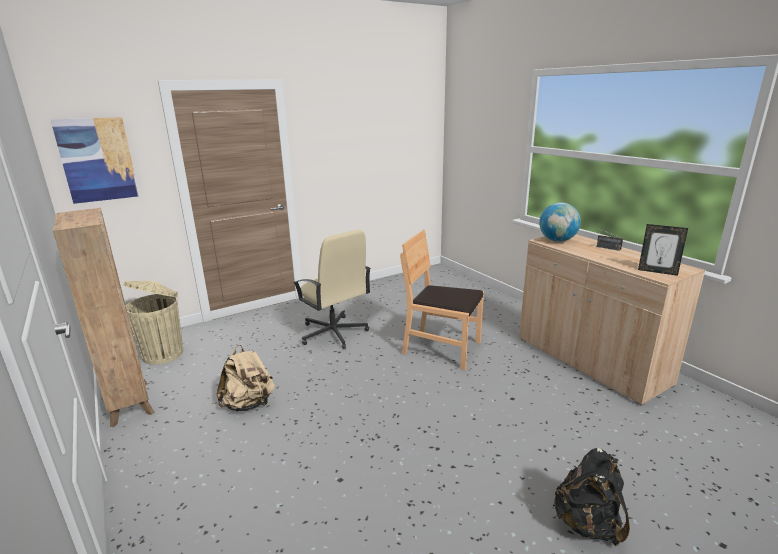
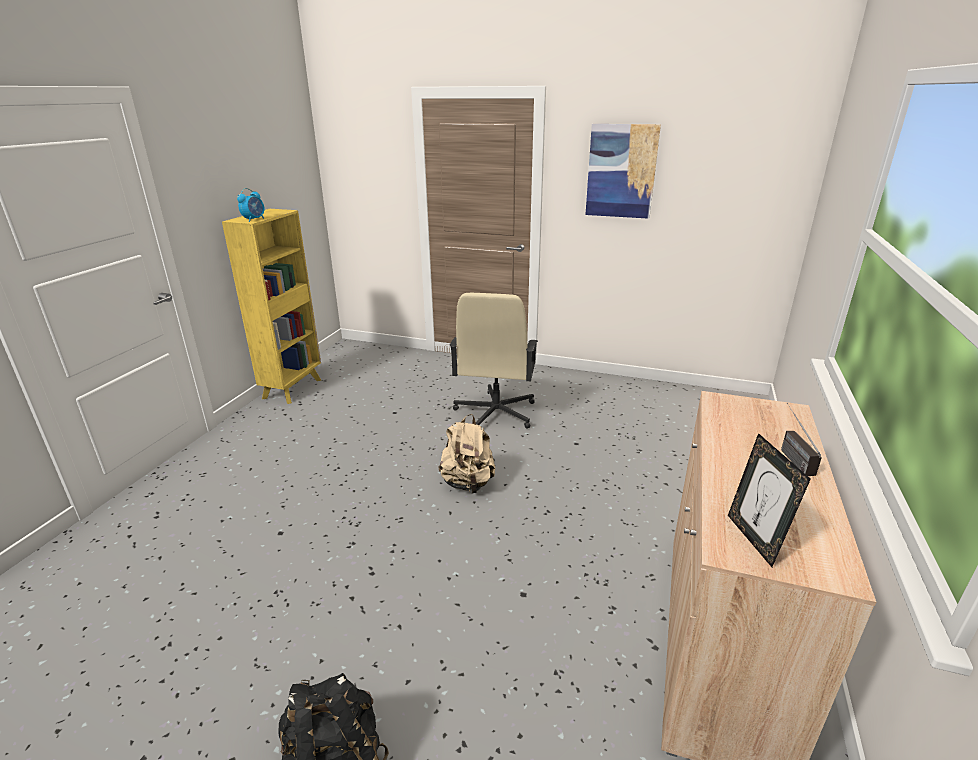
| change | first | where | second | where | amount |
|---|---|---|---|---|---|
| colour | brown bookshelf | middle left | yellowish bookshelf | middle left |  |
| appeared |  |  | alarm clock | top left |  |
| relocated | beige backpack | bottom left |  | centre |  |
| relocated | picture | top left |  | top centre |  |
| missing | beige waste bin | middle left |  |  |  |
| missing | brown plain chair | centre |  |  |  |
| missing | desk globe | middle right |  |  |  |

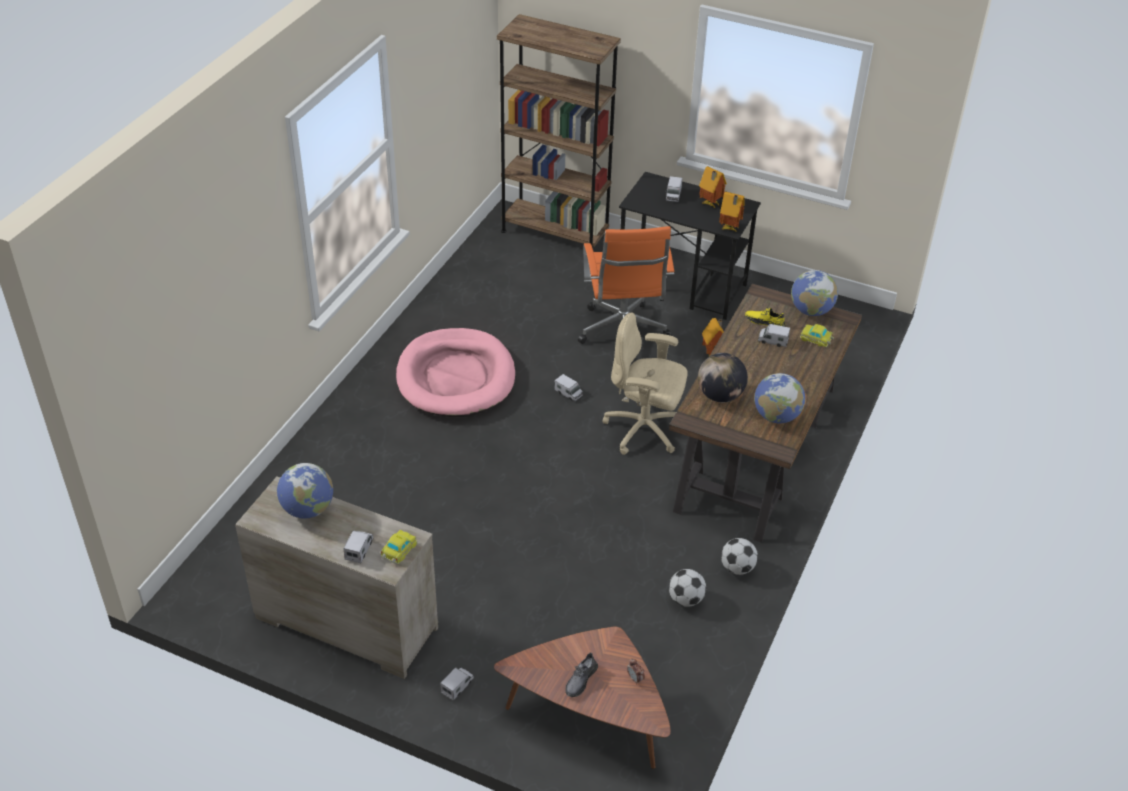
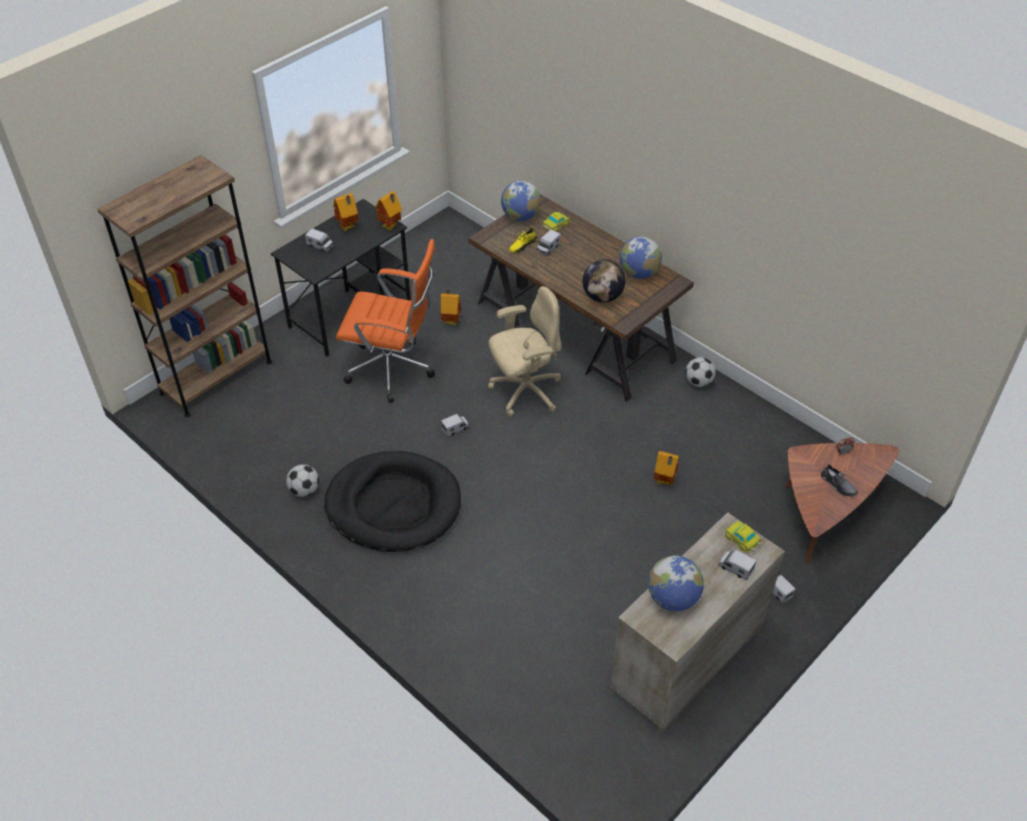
| change | first | where | second | where | amount |
|---|---|---|---|---|---|
| relocated | football ball (no. 1 from left) | bottom centre |  | middle left |  |
| colour | pinkish dog cushion | centre | blackish dog cushion | centre |  |
| spun | beige computer chair | centre |  | centre | 150 degrees counterclockwise |
| appeared |  |  | toy house (no. 4 from left) | centre |  |

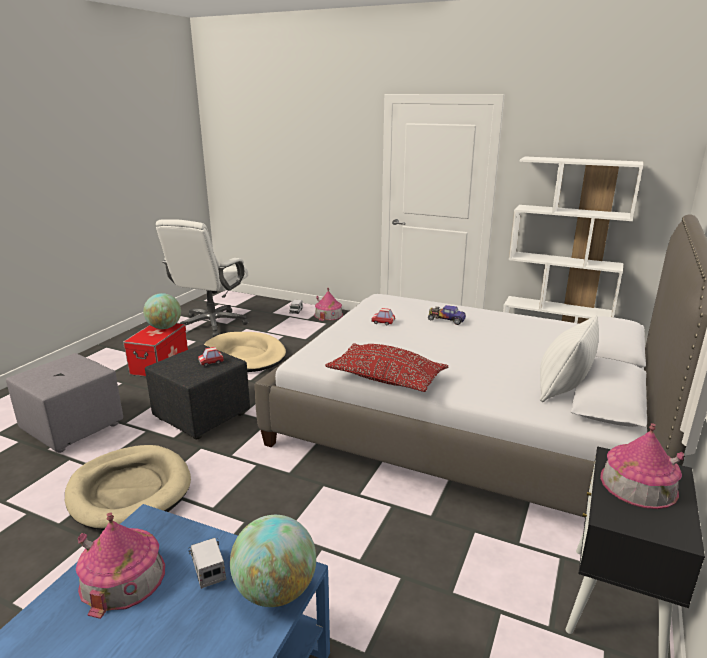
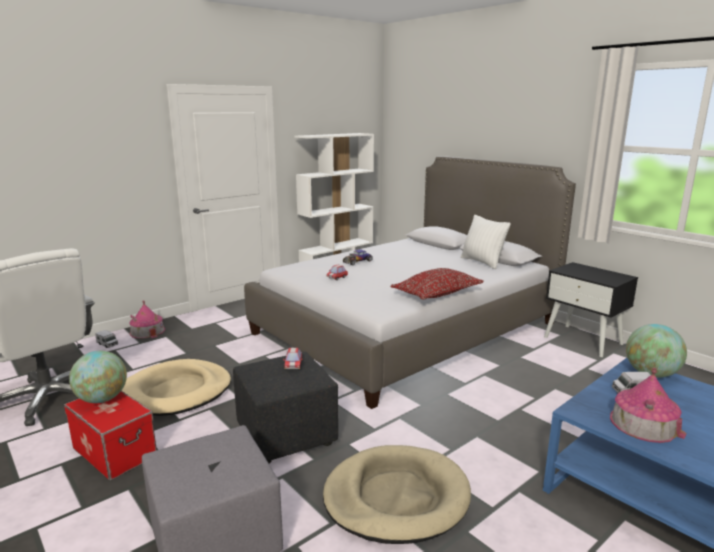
| change | first | where | second | where | amount |
|---|---|---|---|---|---|
| missing | toy house (no. 3 from left) | bottom right |  |  |  |

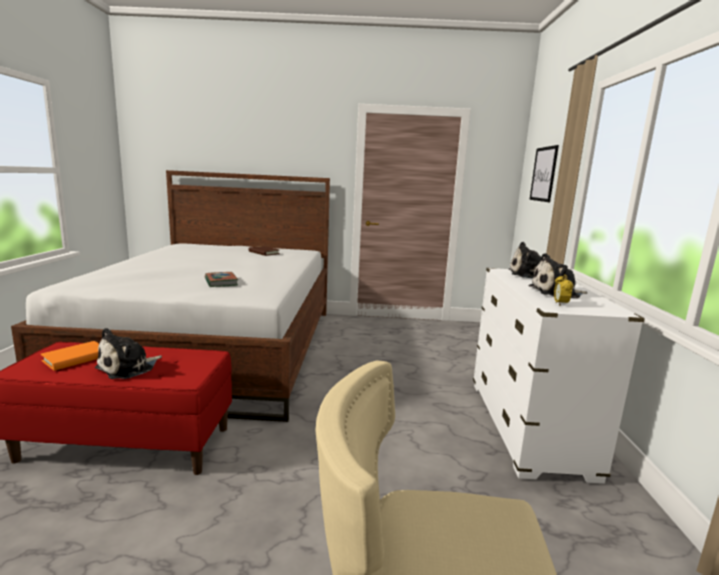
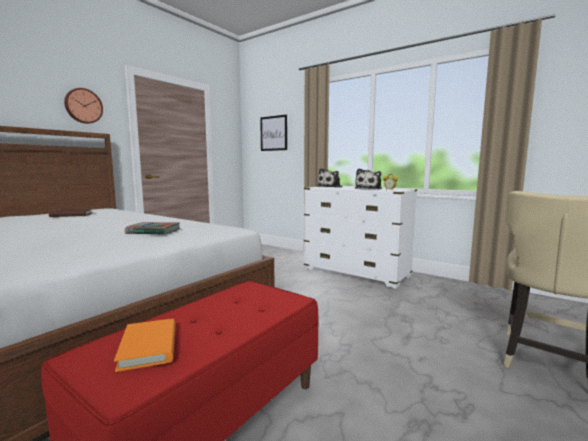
| change | first | where | second | where | amount |
|---|---|---|---|---|---|
| appeared |  |  | clock on the wall | top left |  |
| missing | plush toy (no. 1 from left) | middle left |  |  |  |

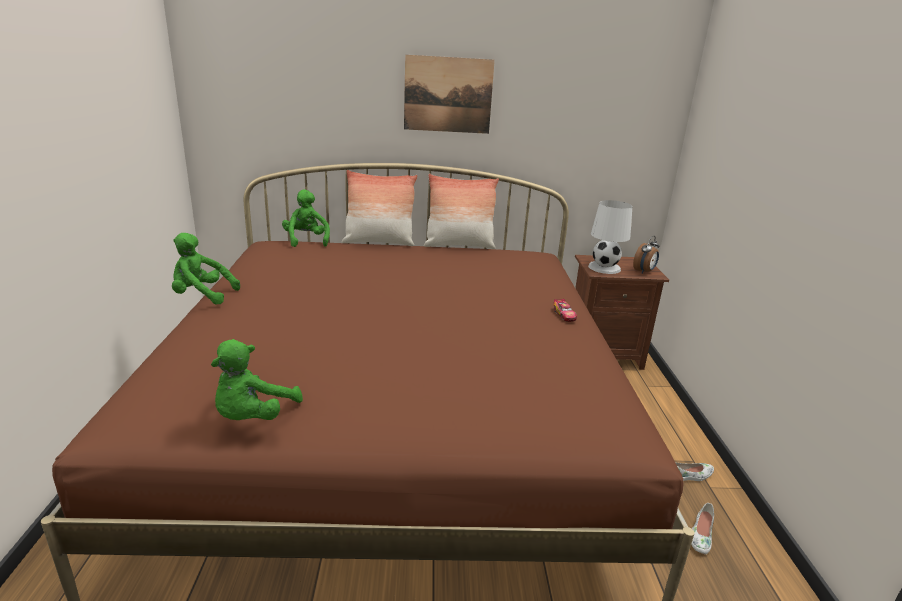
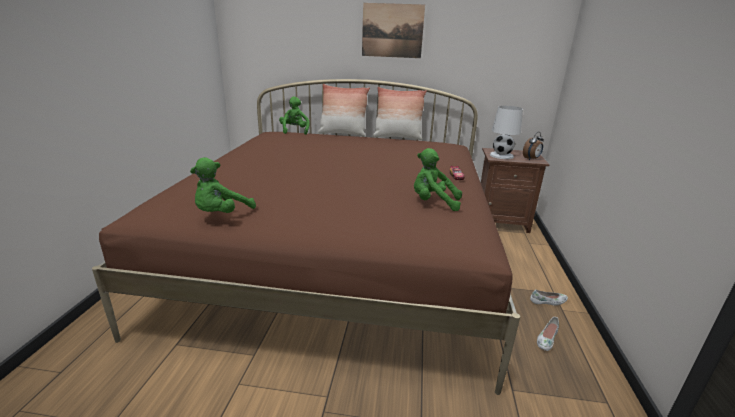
| change | first | where | second | where | amount |
|---|---|---|---|---|---|
| relocated | green-coloured plush toy (no. 1 from left in the first image) | middle left | green-coloured plush toy (no. 3 from left) | centre |  |

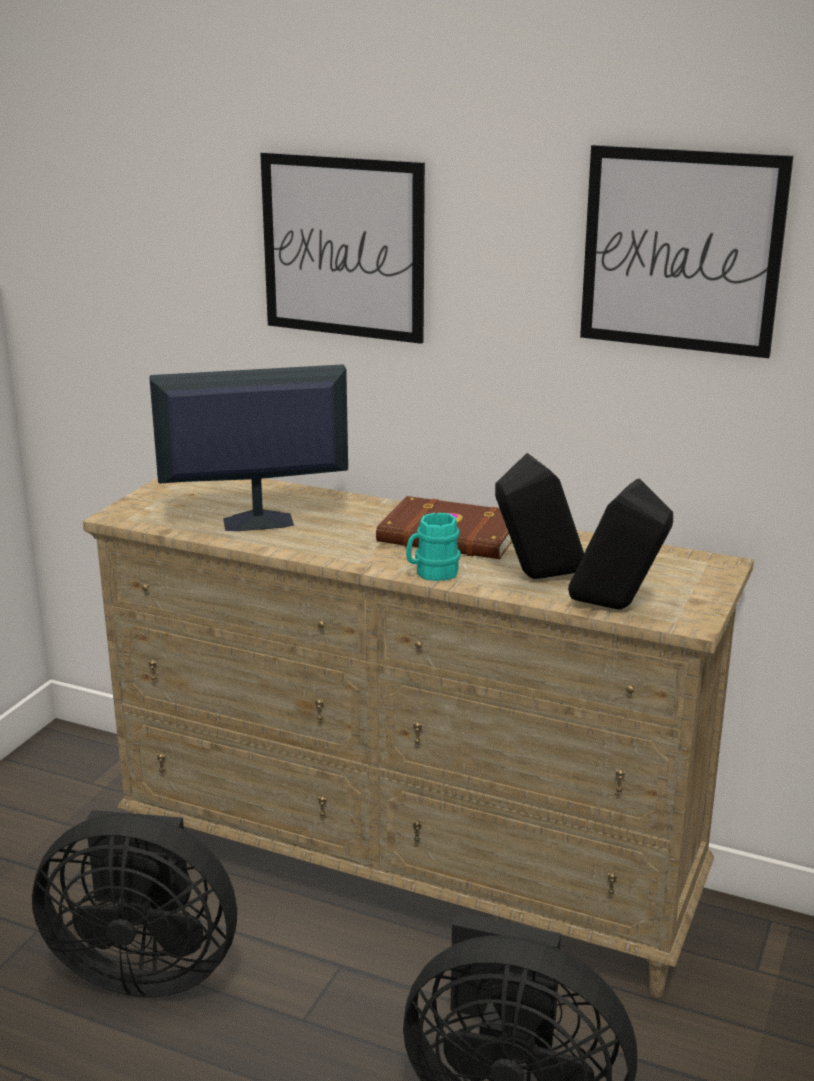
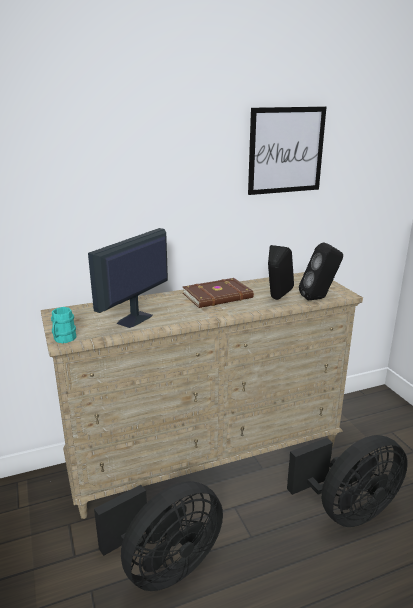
| change | first | where | second | where | amount |
|---|---|---|---|---|---|
| relocated | blue-green tea mug | centre |  | middle left |  |
| missing | picture (no. 1 from left) | top centre |  |  |  |

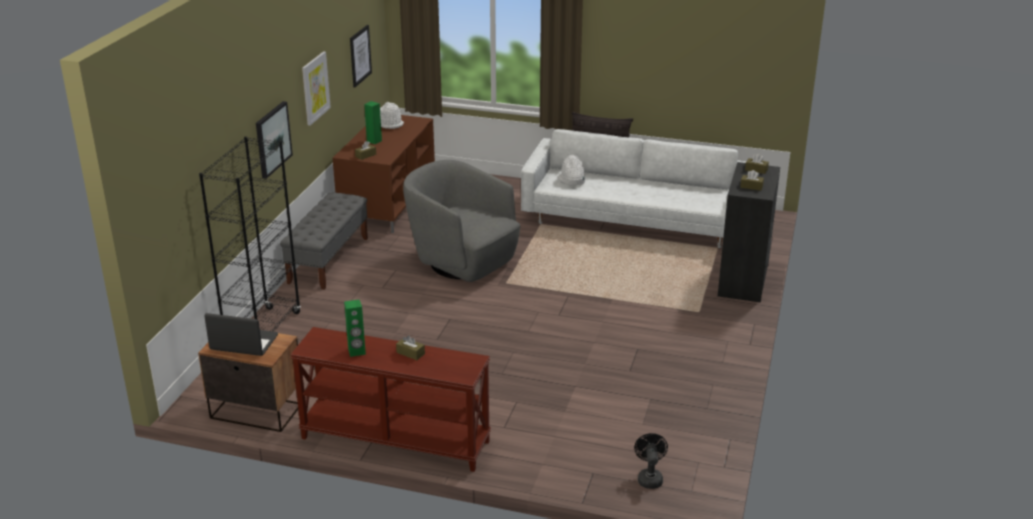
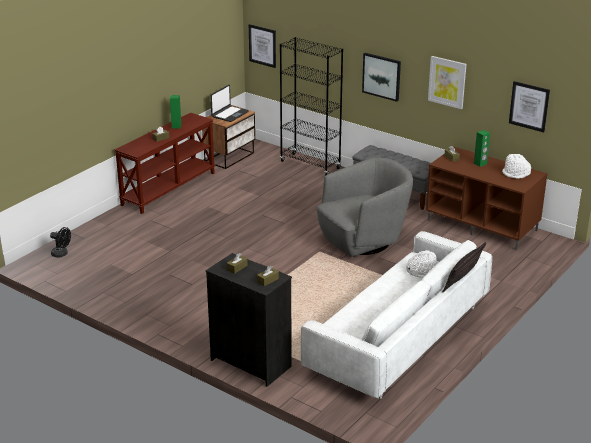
| change | first | where | second | where | amount |
|---|---|---|---|---|---|
| appeared |  |  | picture (no. 1 from left) | top centre |  |

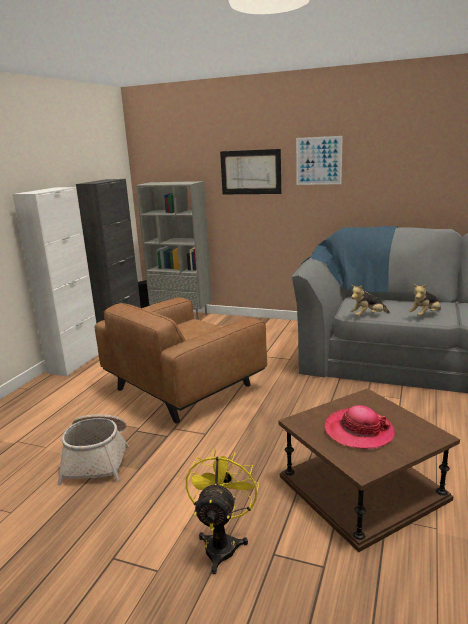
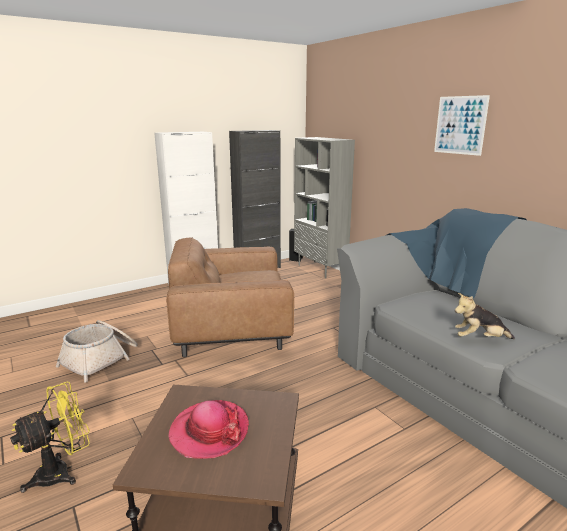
| change | first | where | second | where | amount |
|---|---|---|---|---|---|
| missing | picture (no. 1 from left) | top centre |  |  |  |
| missing | plush toy (no. 1 from left) | middle right |  |  |  |

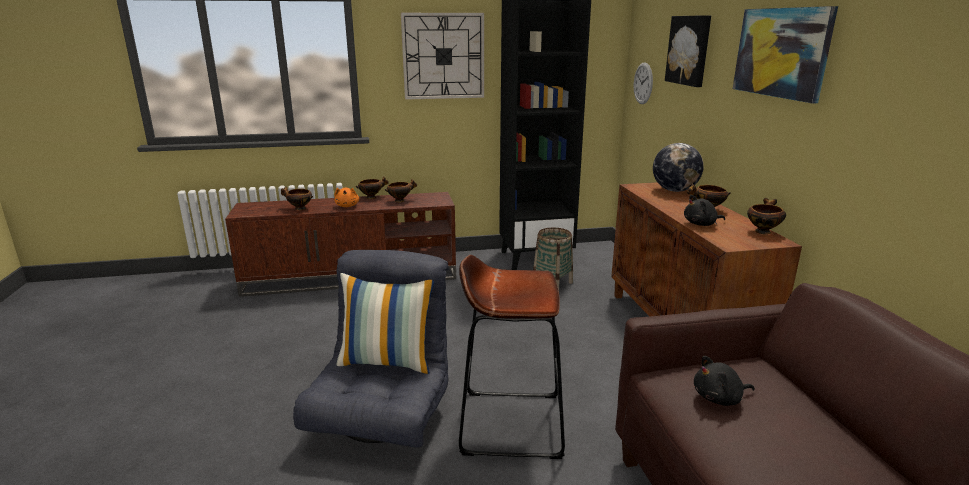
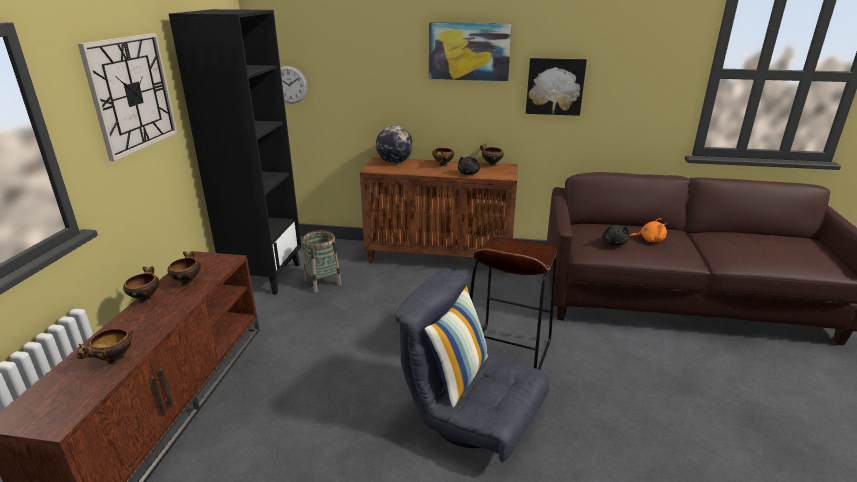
| change | first | where | second | where | amount |
|---|---|---|---|---|---|
| relocated | picture (no. 1 from left in the first image) | top right | picture (no. 2 from left) | top centre |  |
| relocated | orange plush toy | centre |  | middle right |  |

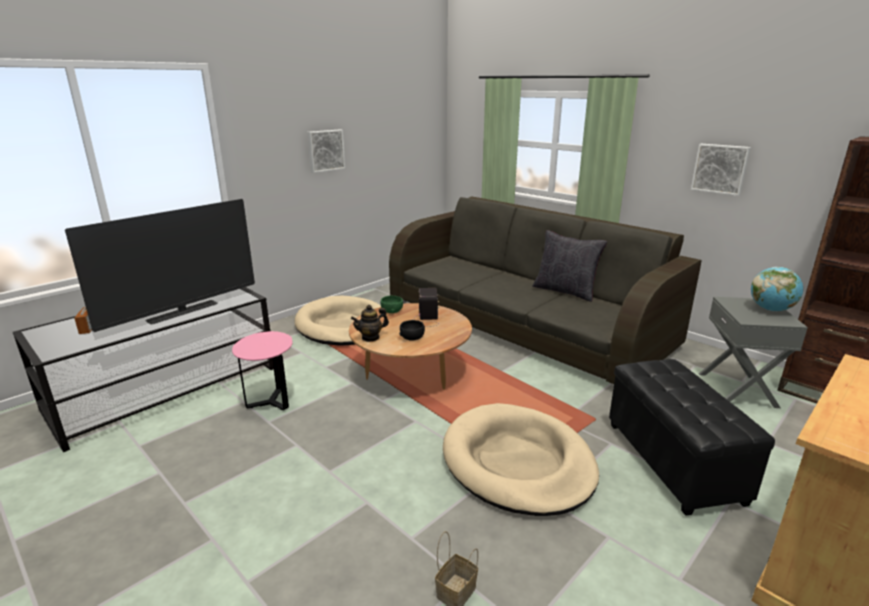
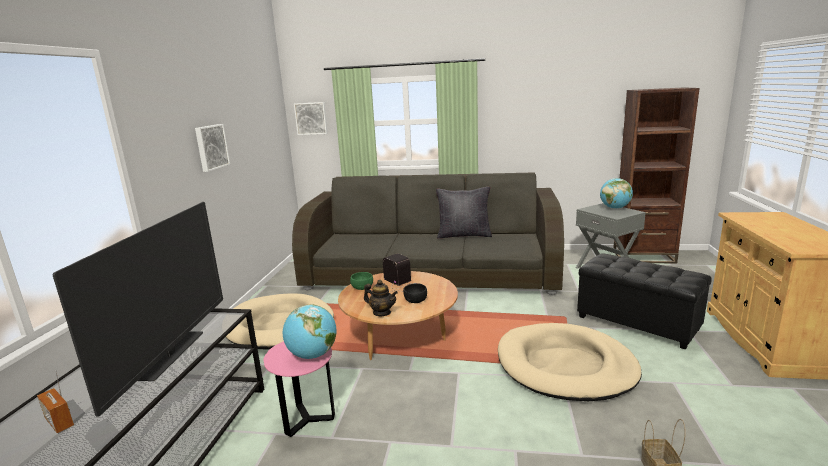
| change | first | where | second | where | amount |
|---|---|---|---|---|---|
| appeared |  |  | desk globe (no. 1 from left) | bottom centre |  |
| relocated | picture (no. 2 from left) | top right |  | top centre |  |
| spun | teapot | centre |  | centre | 90 degrees counterclockwise |

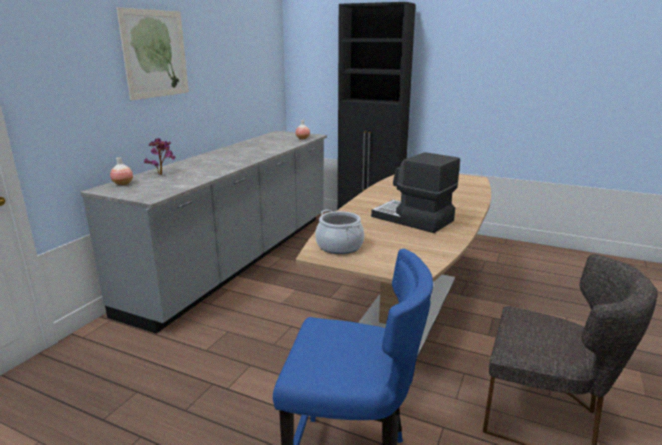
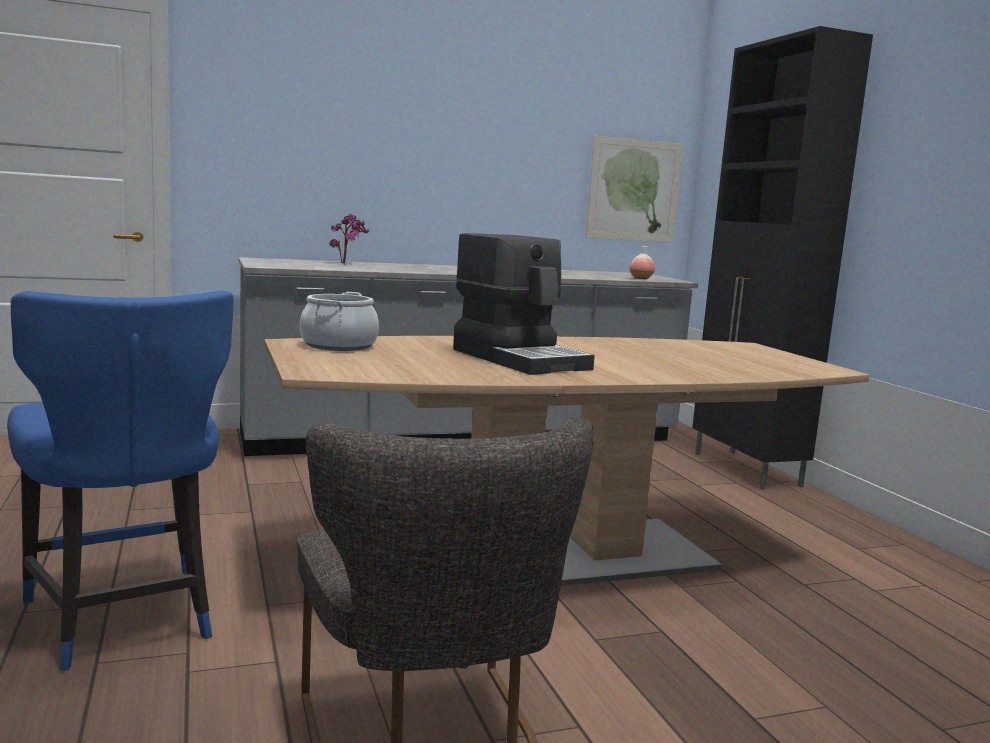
| change | first | where | second | where | amount |
|---|---|---|---|---|---|
| spun | coffee machine | centre |  | centre | 150 degrees clockwise |
| relocated | picture | top left |  | top centre |  |
| missing | vase (no. 1 from left) | middle left |  |  |  |

